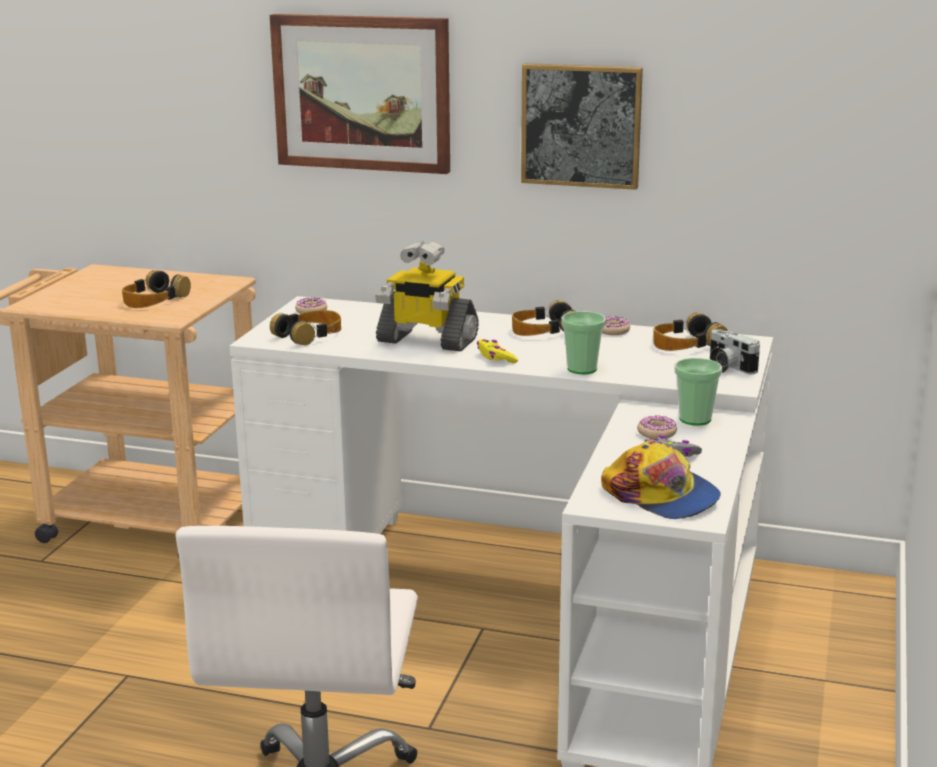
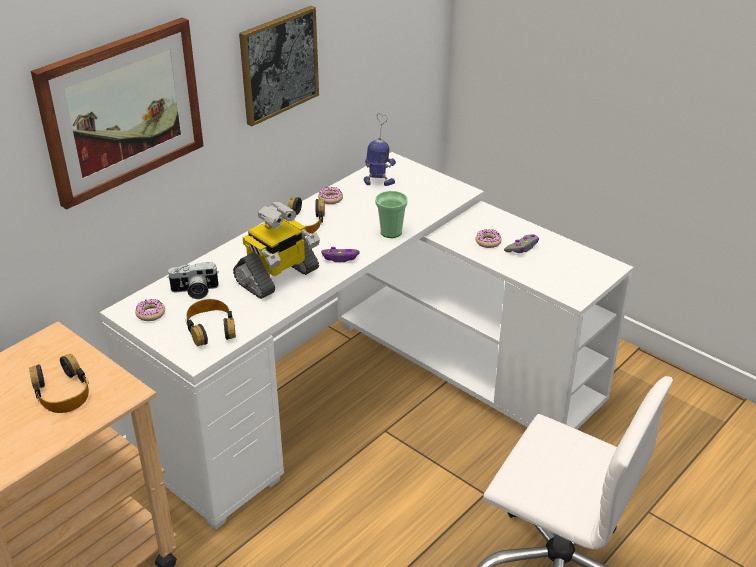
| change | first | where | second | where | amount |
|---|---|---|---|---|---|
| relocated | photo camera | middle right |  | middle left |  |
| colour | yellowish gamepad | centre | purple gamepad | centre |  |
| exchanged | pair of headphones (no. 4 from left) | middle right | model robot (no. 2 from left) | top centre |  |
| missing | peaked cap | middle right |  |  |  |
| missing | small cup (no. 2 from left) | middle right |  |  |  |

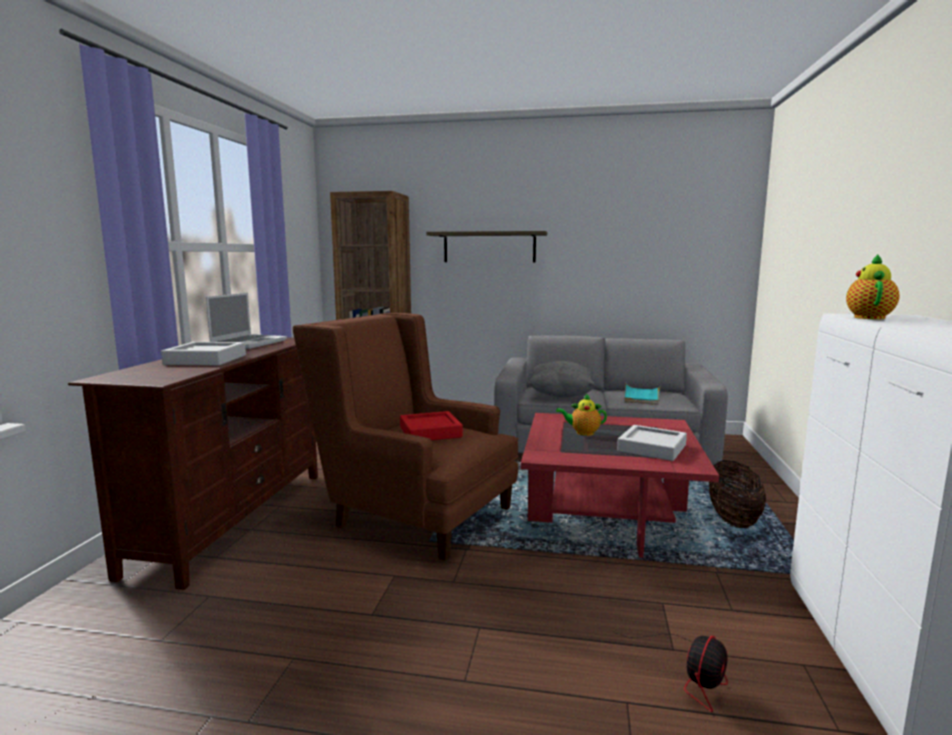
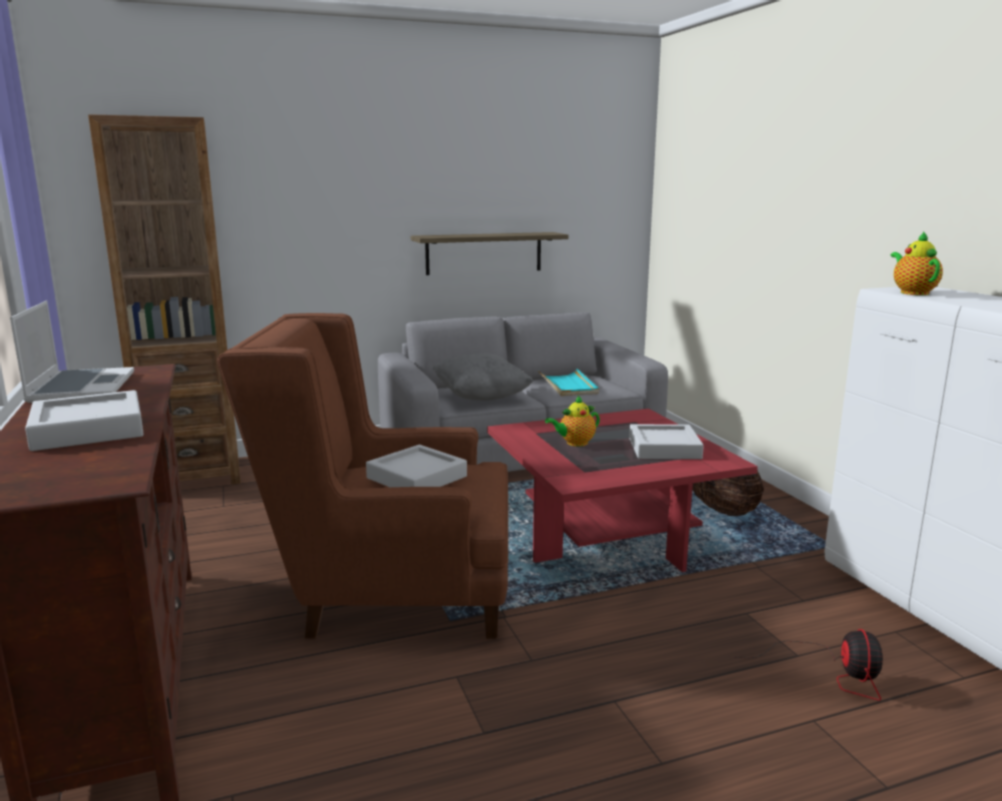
| change | first | where | second | where | amount |
|---|---|---|---|---|---|
| colour | red-coloured tray | centre | grey tray (no. 2 from left) | centre |  |
| relocated | wall shelf | centre |  | top centre |  |

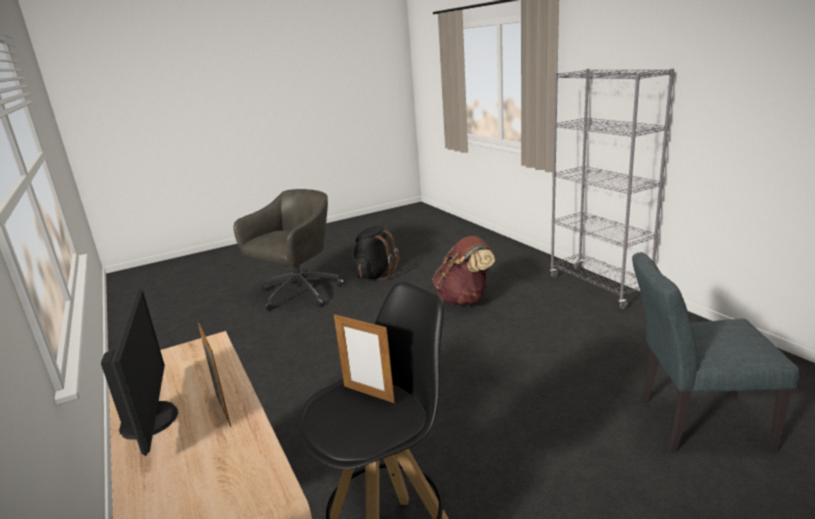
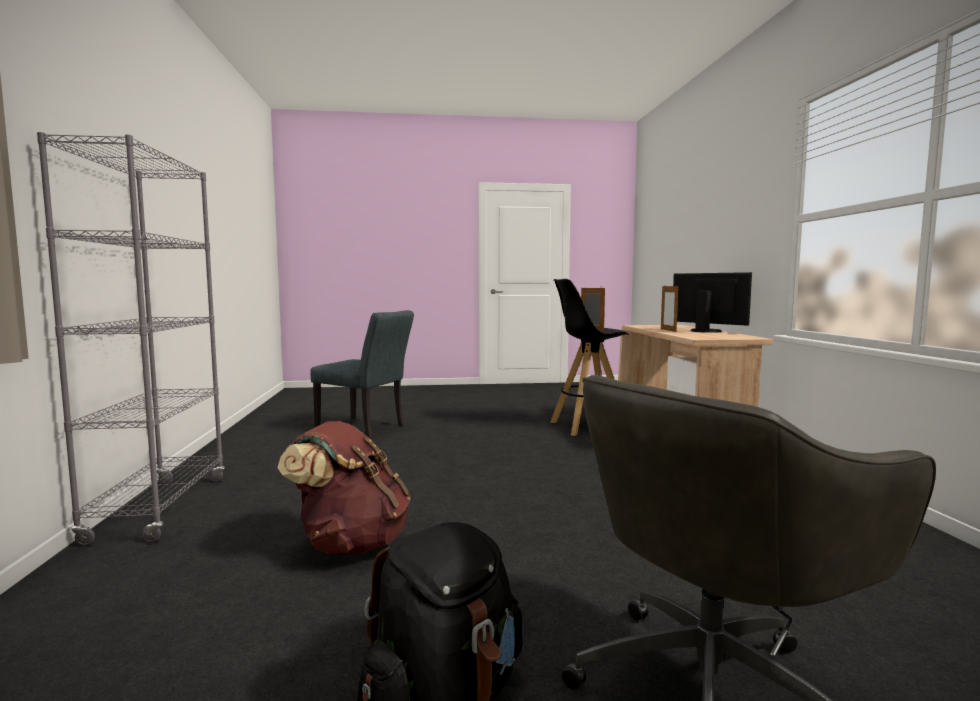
| change | first | where | second | where | amount |
|---|---|---|---|---|---|
| spun | computer display | bottom left |  | middle right | 135 degrees clockwise |

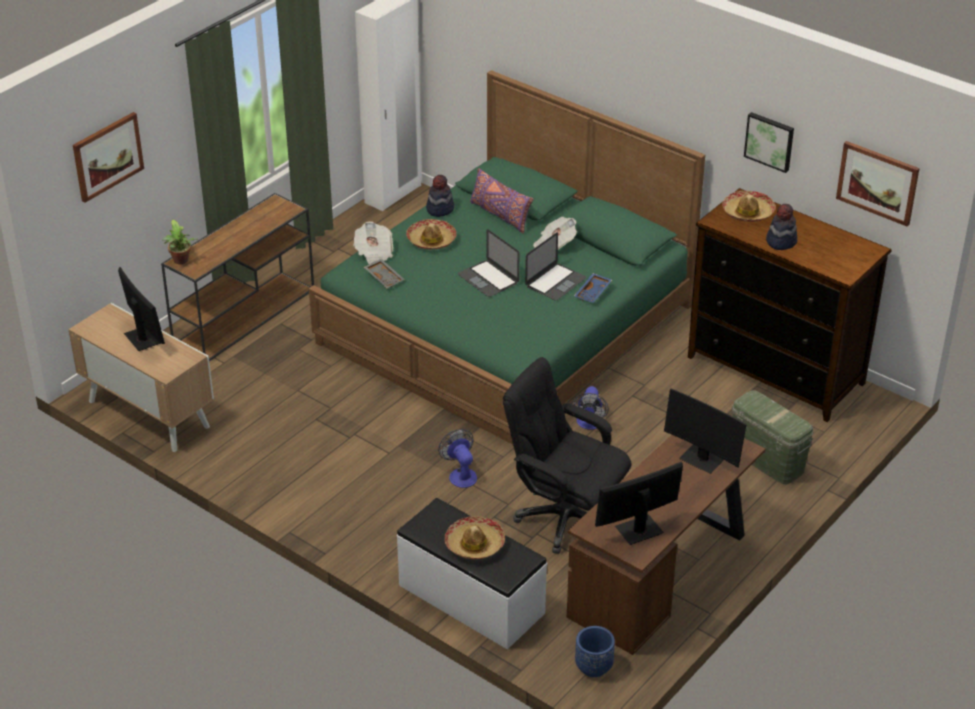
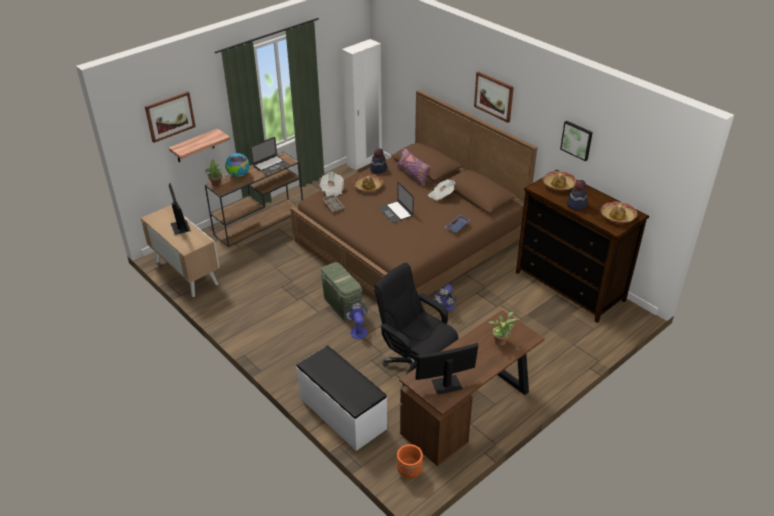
| change | first | where | second | where | amount |
|---|---|---|---|---|---|
| appeared |  |  | wall shelf | top left |  |
| appeared |  |  | desk globe | top left |  |
| relocated | notebook computer (no. 2 from left in the first image) | centre | notebook computer (no. 1 from left) | top centre |  |
| colour | green-coloured bedroom bed | centre | brown bedroom bed | centre |  |
| relocated | green-coloured storage bin | middle right |  | centre |  |
| colour | blue flower pot | bottom centre | orange flower pot | bottom centre |  |
| relocated | picture (no. 3 from left in the first image) | top right | picture (no. 2 from left) | top centre |  |
| exchanged | computer display (no. 3 from left) | middle right | plant in a pot (no. 2 from left) | centre |  |
| relocated | clothing hat (no. 3 from left in the first image) | bottom centre | clothing hat (no. 5 from left) | middle right |  |

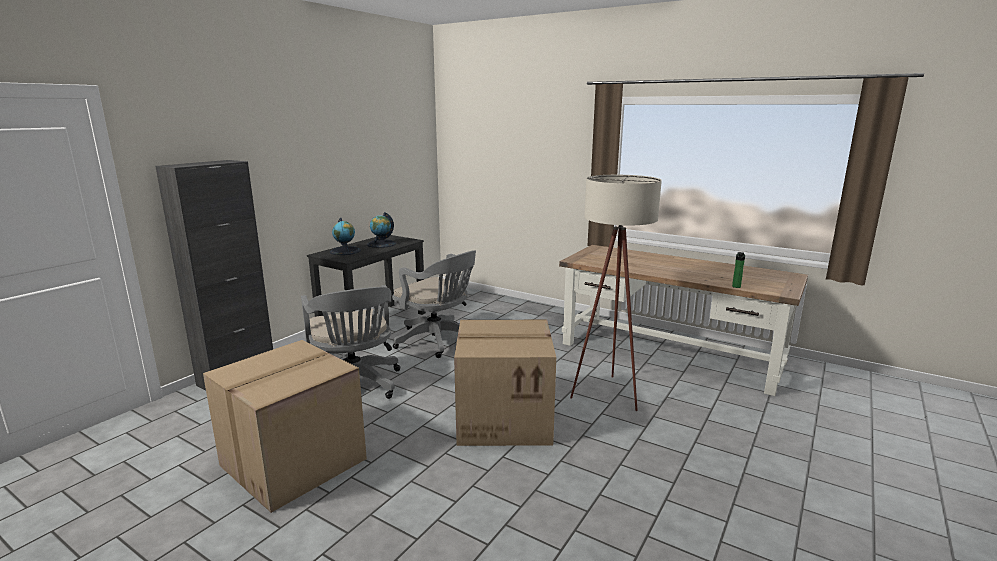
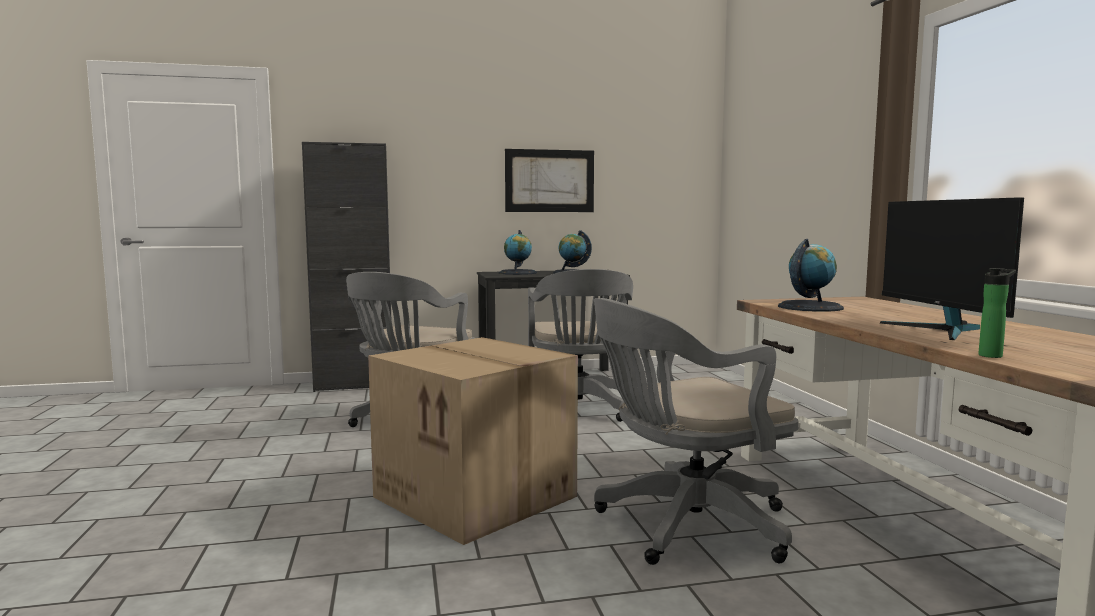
| change | first | where | second | where | amount |
|---|---|---|---|---|---|
| appeared |  |  | picture | top centre |  |
| exchanged | beige floor lamp | centre | grey computer chair (no. 3 from left) | bottom centre |  |
| appeared |  |  | desk globe (no. 3 from left) | middle right |  |
| appeared |  |  | computer display | middle right |  |
| missing | packing box (no. 1 from left) | bottom left |  |  |  |

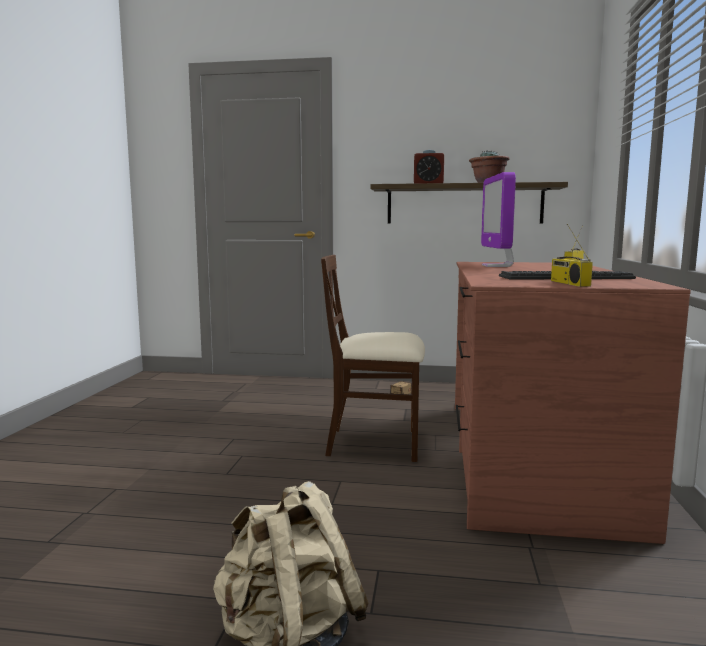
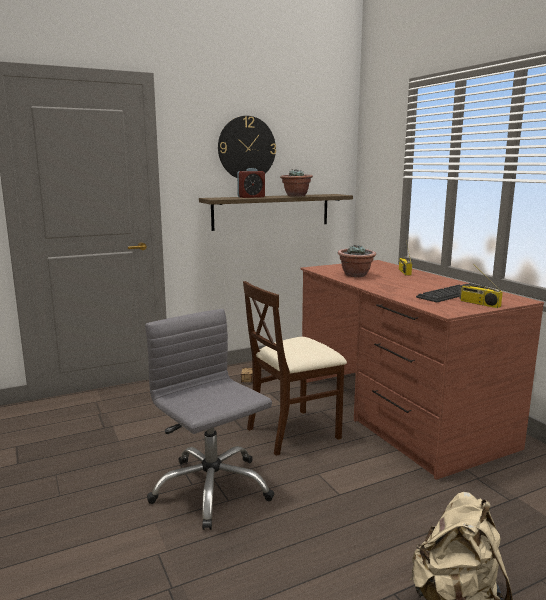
| change | first | where | second | where | amount |
|---|---|---|---|---|---|
| appeared |  |  | grey computer chair | bottom centre |  |
| appeared |  |  | clock on the wall | top centre |  |
| exchanged | computer display | middle right | plant in a pot (no. 2 from left) | centre |  |

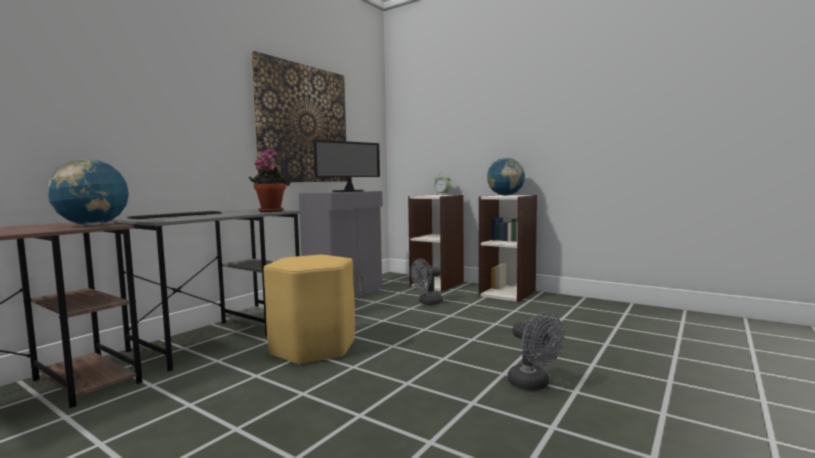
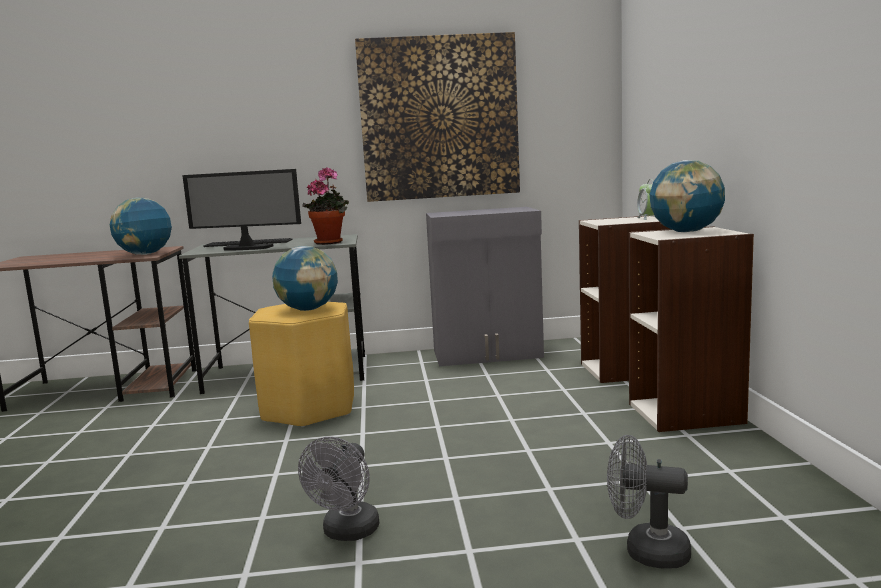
| change | first | where | second | where | amount |
|---|---|---|---|---|---|
| relocated | computer display | centre |  | middle left |  |
| appeared |  |  | desk globe (no. 2 from left) | centre |  |
| relocated | grey fan (no. 1 from left in the first image) | centre | grey fan (no. 2 from left) | bottom right |  |

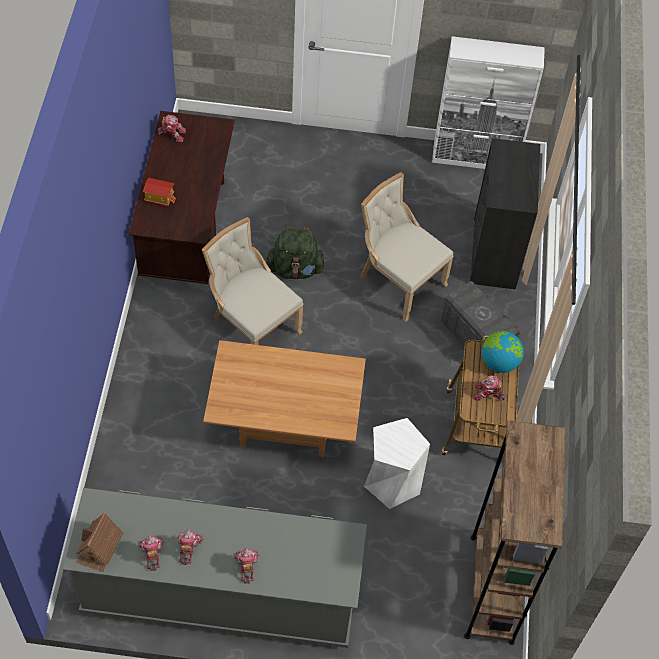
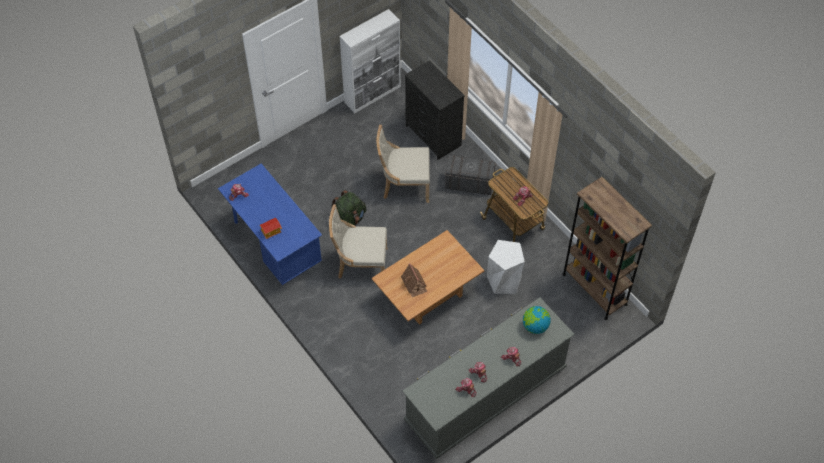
| change | first | where | second | where | amount |
|---|---|---|---|---|---|
| colour | brown desk table | top left | blue desk table | middle left |  |
| relocated | toy house (no. 1 from left in the first image) | bottom left | toy house (no. 2 from left) | centre |  |
| relocated | desk globe | middle right |  | bottom centre |  |

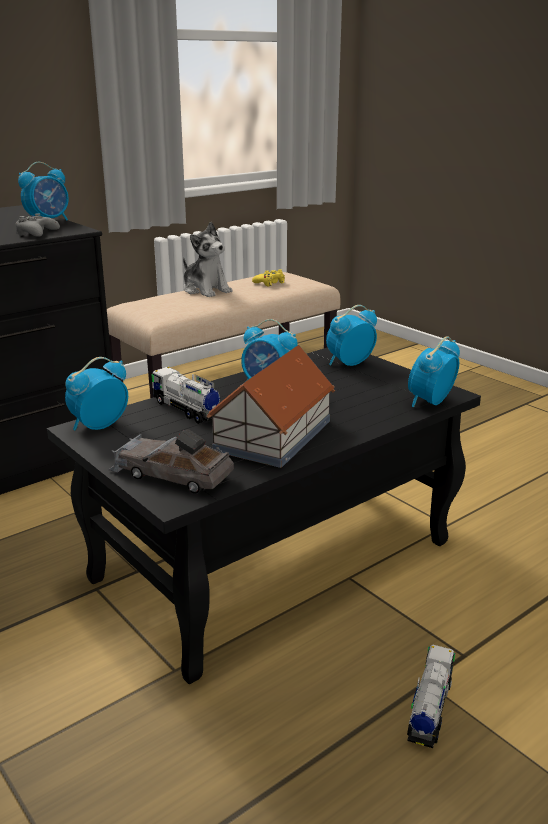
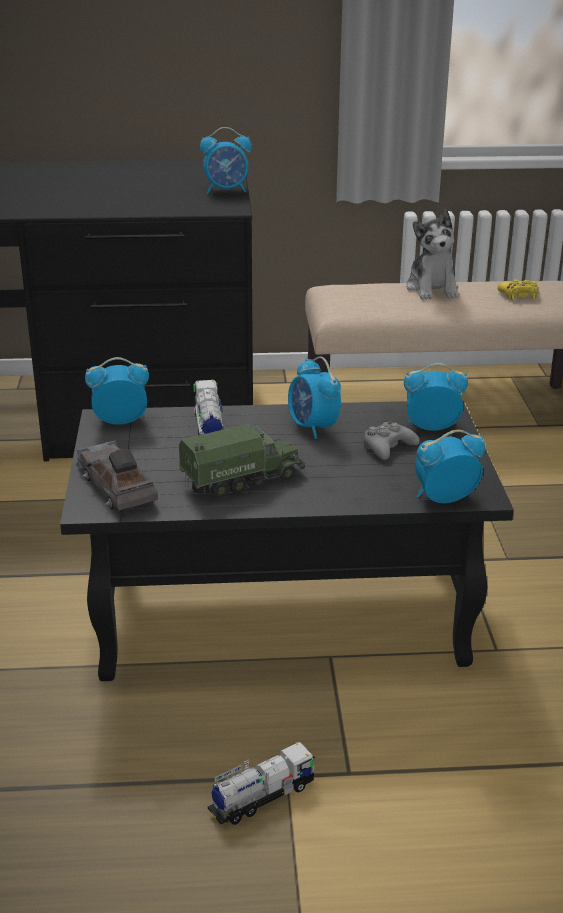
| change | first | where | second | where | amount |
|---|---|---|---|---|---|
| exchanged | toy house | centre | toy lorry (no. 2 from left) | centre |  |
| relocated | grey gamepad | top left |  | middle right |  |

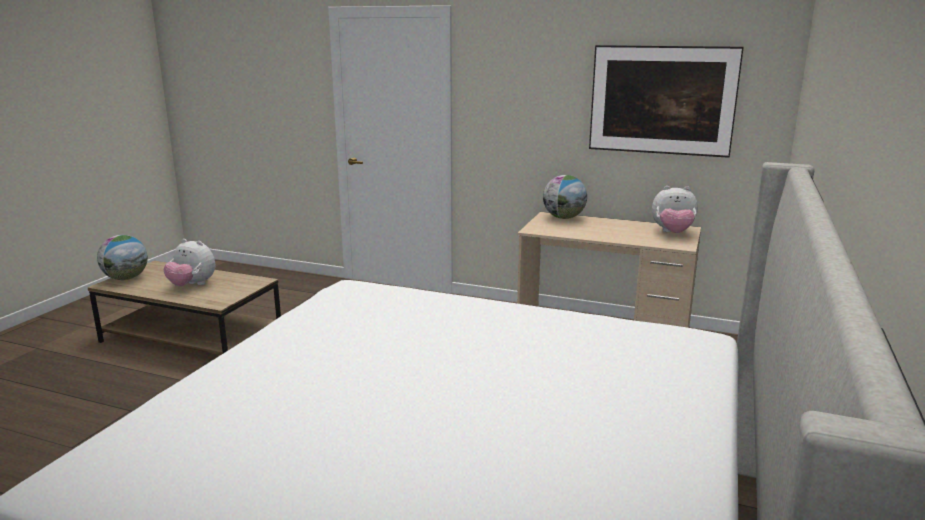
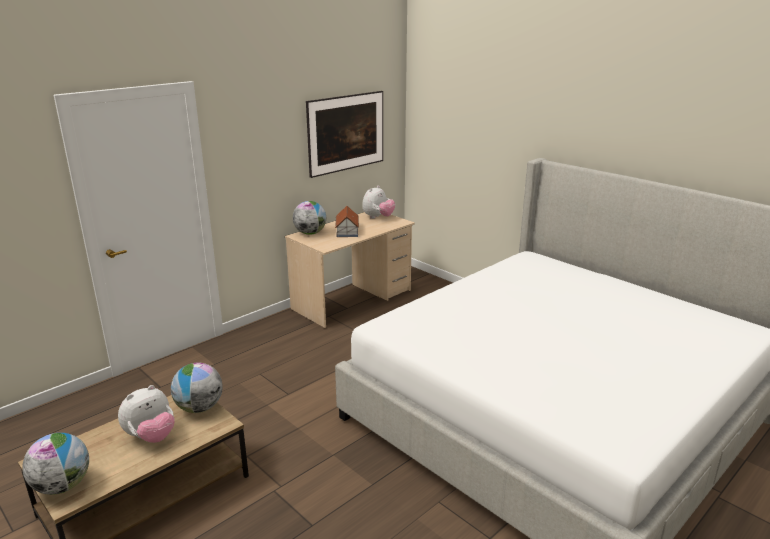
| change | first | where | second | where | amount |
|---|---|---|---|---|---|
| appeared |  |  | desk globe (no. 2 from left) | bottom left |  |
| appeared |  |  | toy house | centre |  |

